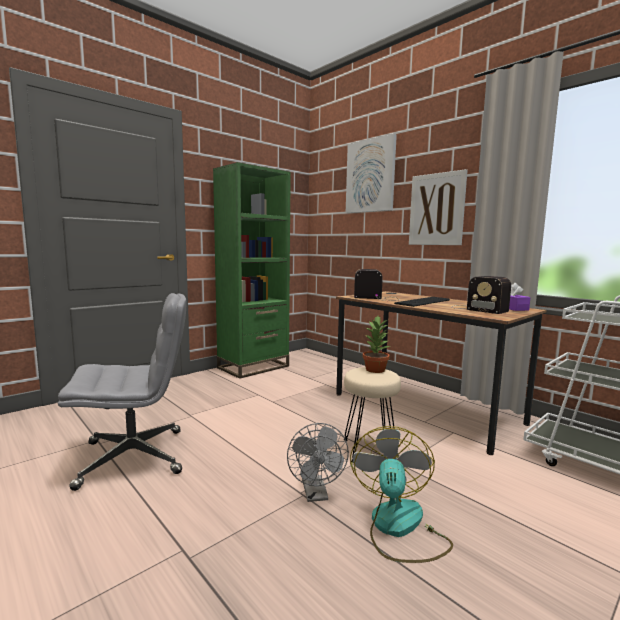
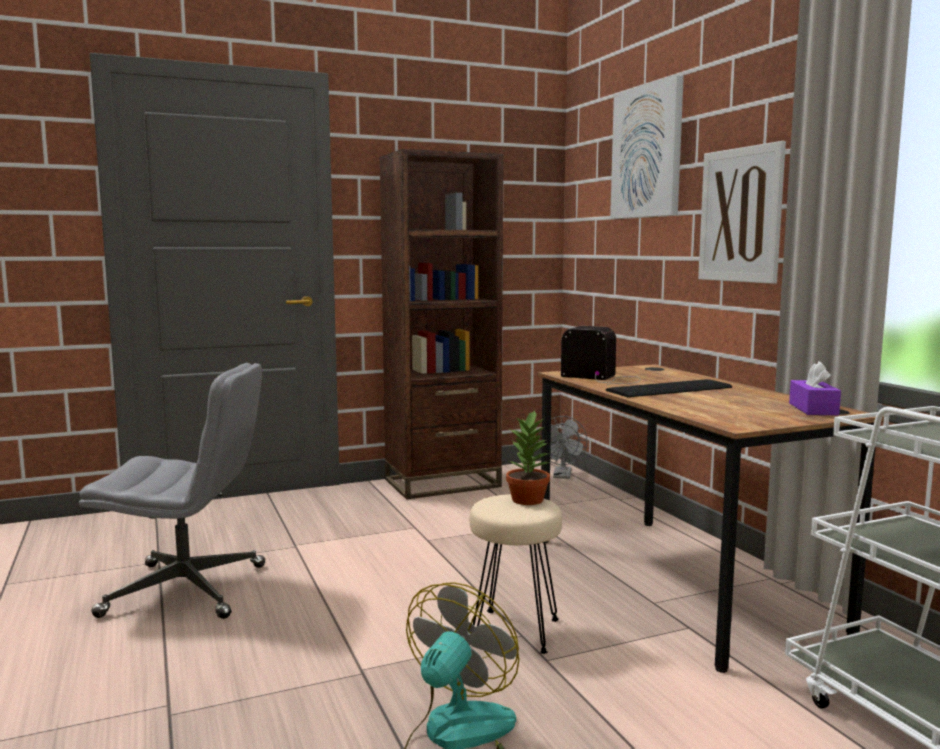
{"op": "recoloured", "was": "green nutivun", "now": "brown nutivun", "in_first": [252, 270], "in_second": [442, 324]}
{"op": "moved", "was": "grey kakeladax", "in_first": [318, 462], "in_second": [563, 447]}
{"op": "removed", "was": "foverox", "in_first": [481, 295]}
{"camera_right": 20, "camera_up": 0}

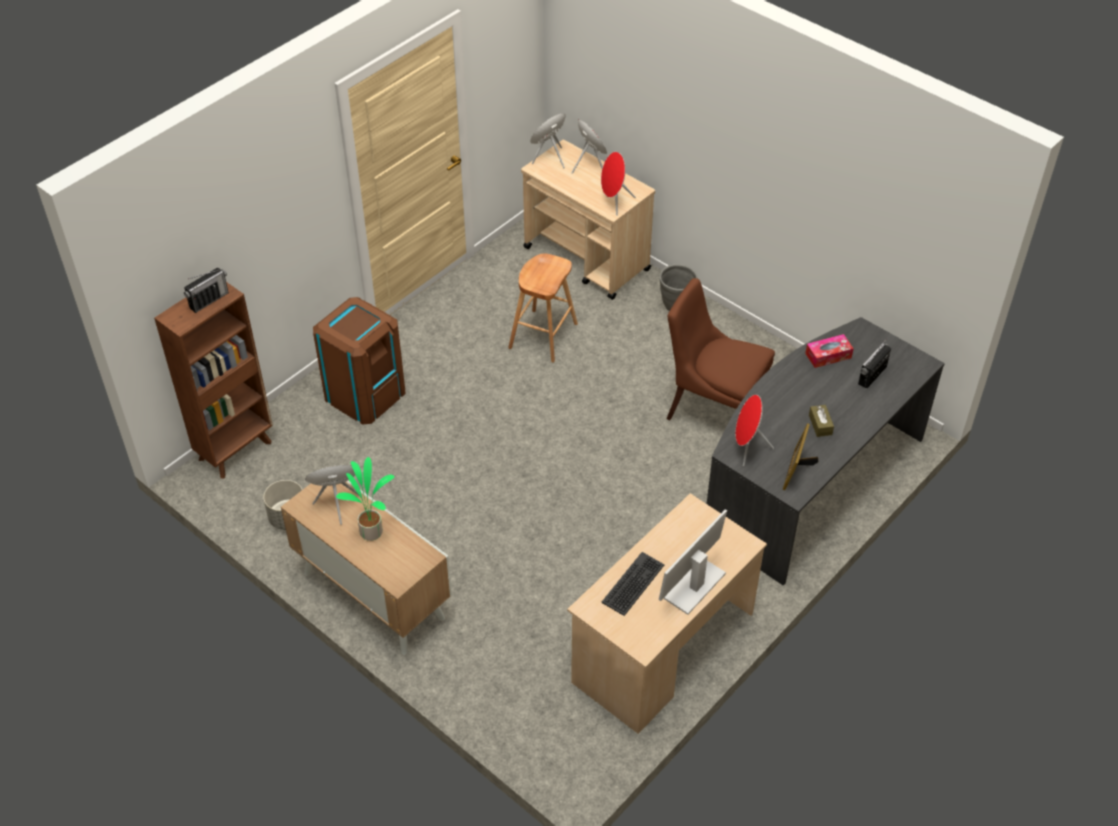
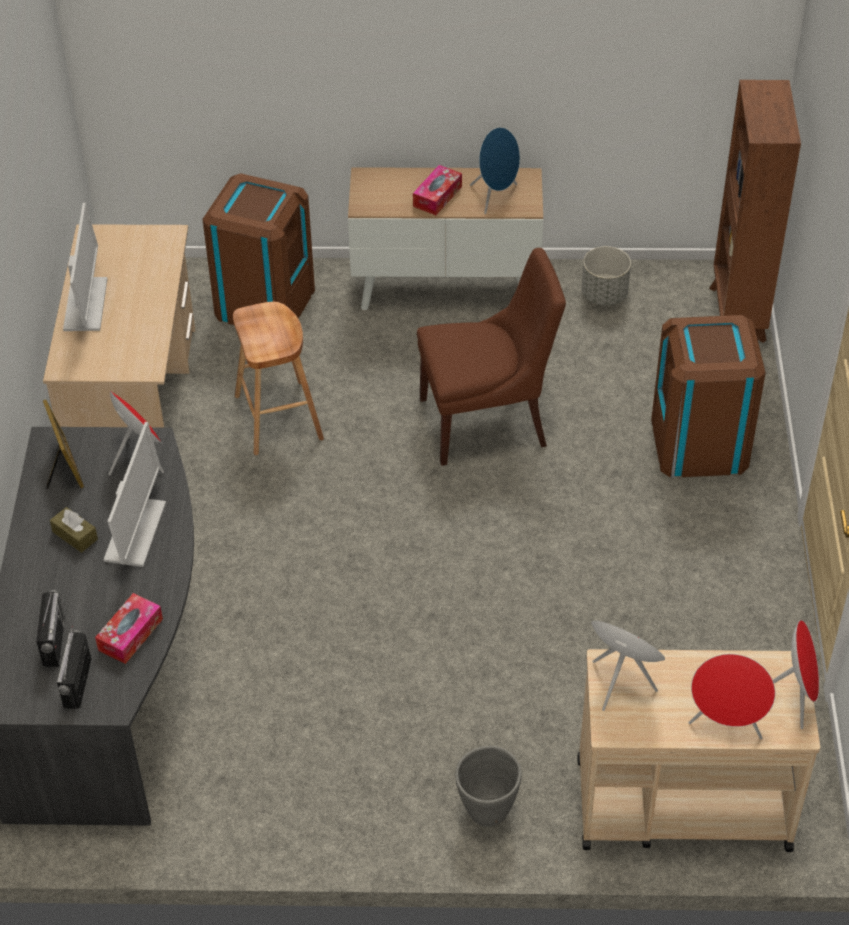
{"op": "moved", "was": "foverox", "in_first": [206, 290], "in_second": [74, 667]}
{"op": "added", "now": "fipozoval", "in_second": [134, 494]}
{"op": "added", "now": "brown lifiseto", "in_second": [258, 249]}
{"op": "moved", "was": "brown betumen", "in_first": [543, 308], "in_second": [278, 378]}
{"op": "replaced", "was": "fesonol", "now": "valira", "in_first": [365, 499], "in_second": [437, 190]}
{"op": "moved", "was": "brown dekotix", "in_first": [721, 349], "in_second": [491, 357]}
{"op": "removed", "was": "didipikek", "in_first": [632, 584]}
{"camera_right": 140, "camera_up": 0}

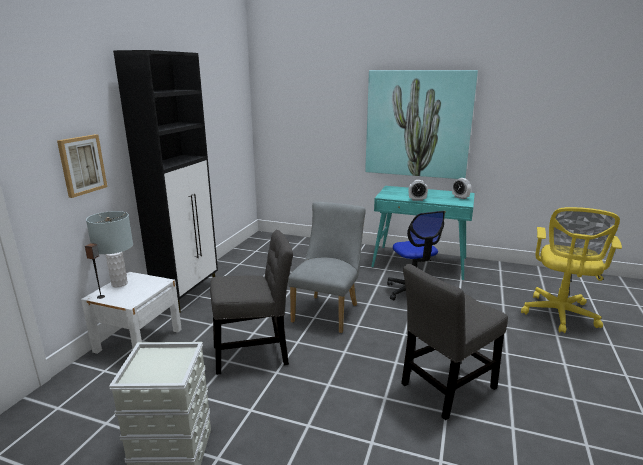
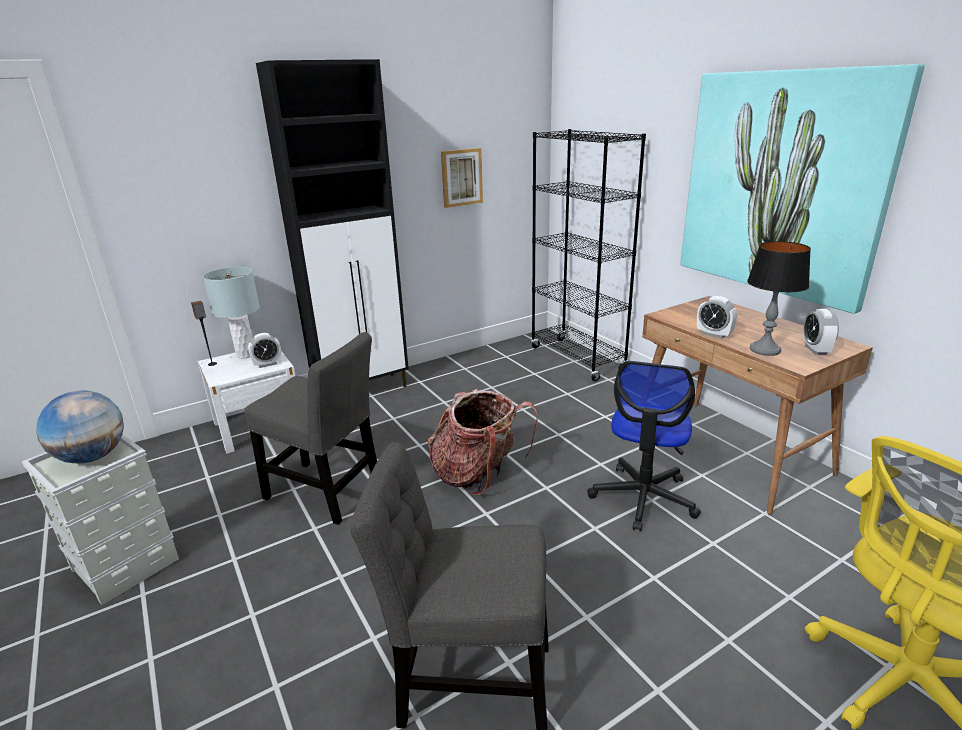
{"op": "added", "now": "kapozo", "in_second": [80, 427]}
{"op": "added", "now": "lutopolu", "in_second": [265, 350]}
{"op": "replaced", "was": "grey dekotix", "now": "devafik", "in_first": [327, 267], "in_second": [483, 442]}
{"op": "moved", "was": "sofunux", "in_first": [82, 166], "in_second": [462, 178]}
{"op": "added", "now": "black nutivun", "in_second": [588, 255]}
{"op": "recoloured", "was": "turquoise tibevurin", "now": "brown tibevurin", "in_first": [423, 233], "in_second": [757, 405]}
{"op": "added", "now": "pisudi", "in_second": [779, 298]}
{"camera_right": 40, "camera_up": 5}

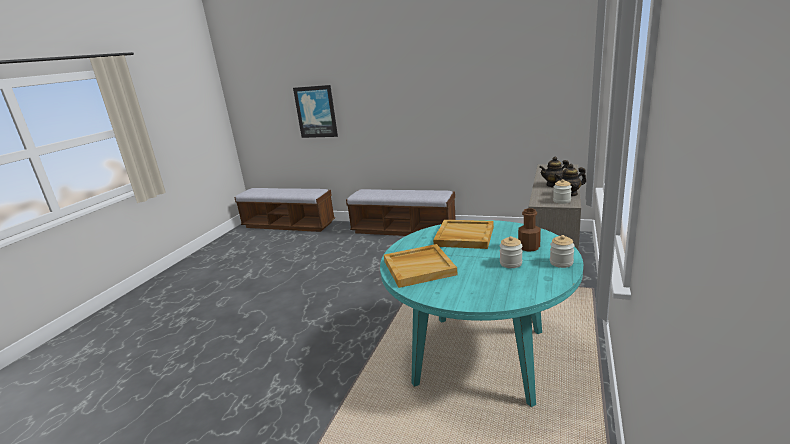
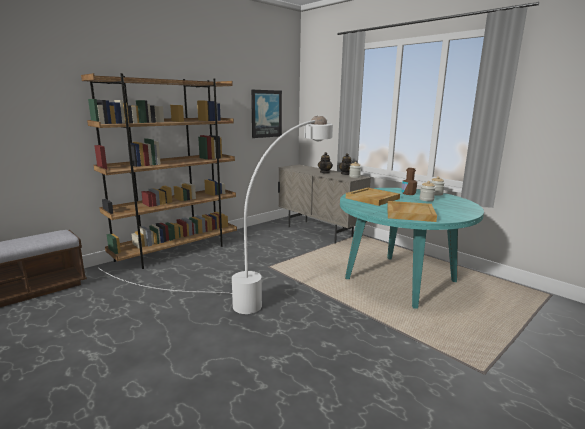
{"op": "replaced", "was": "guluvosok", "now": "brown nutivun", "in_first": [401, 212], "in_second": [159, 171]}
{"op": "added", "now": "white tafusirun", "in_second": [215, 214]}
{"op": "moved", "was": "sofunux", "in_first": [315, 111], "in_second": [266, 114]}
{"camera_right": -65, "camera_up": -5}

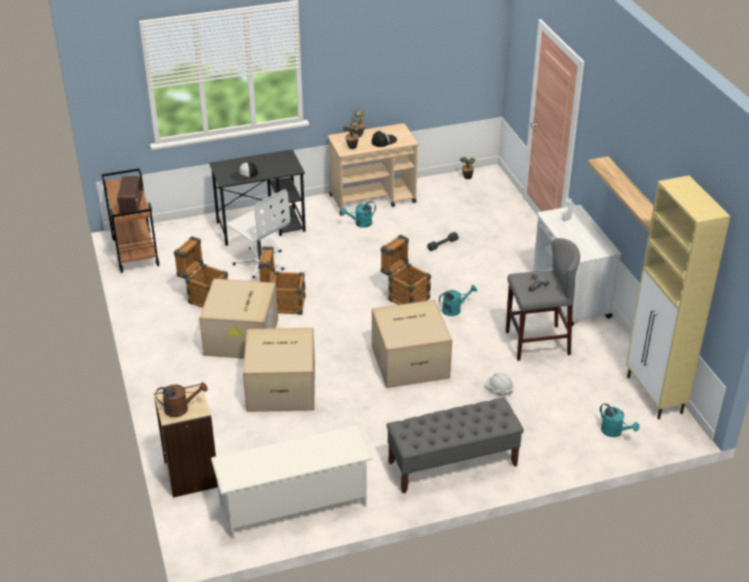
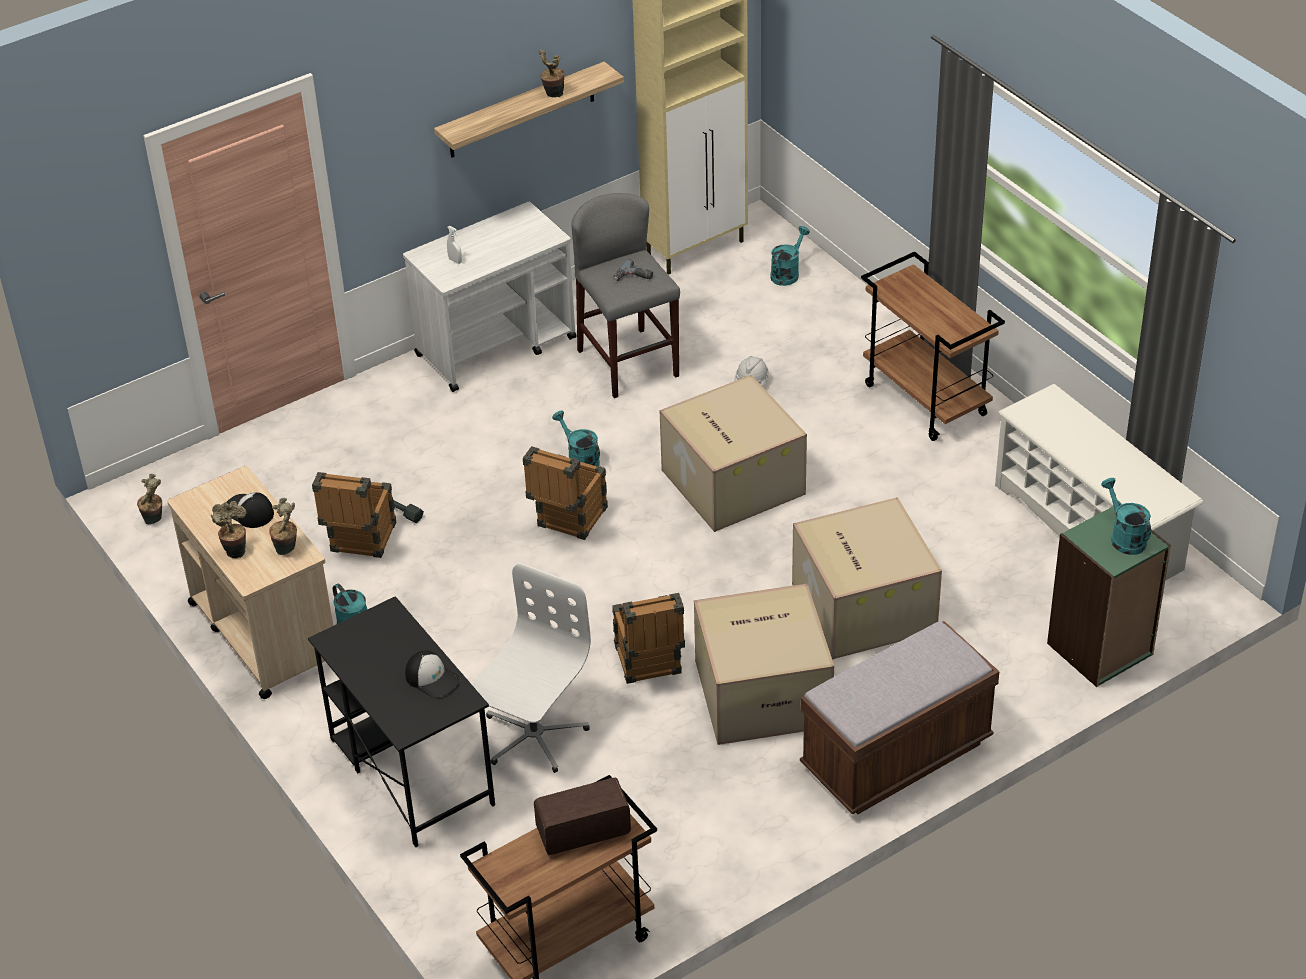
{"op": "moved", "was": "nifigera", "in_first": [201, 272], "in_second": [354, 515]}
{"op": "added", "now": "fesonol", "in_second": [551, 74]}
{"op": "added", "now": "brown guluvosok", "in_second": [899, 718]}
{"op": "replaced", "was": "grey guluvosok", "now": "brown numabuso", "in_first": [455, 445], "in_second": [933, 346]}
{"op": "recoloured", "was": "beige nutivun", "now": "green nutivun", "in_first": [186, 441], "in_second": [1109, 595]}
{"op": "recoloured", "was": "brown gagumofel", "now": "turquoise gagumofel", "in_first": [182, 399], "in_second": [1126, 516]}
{"camera_right": -105, "camera_up": 5}

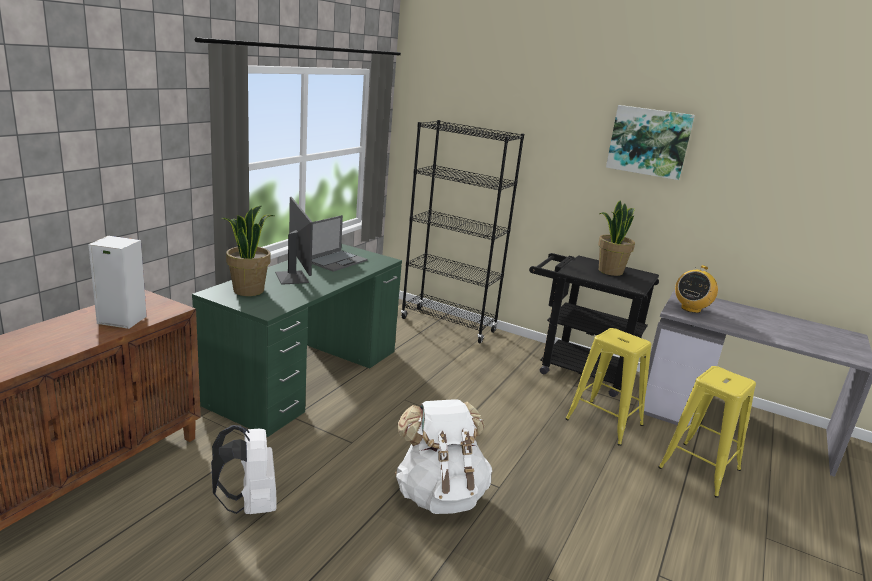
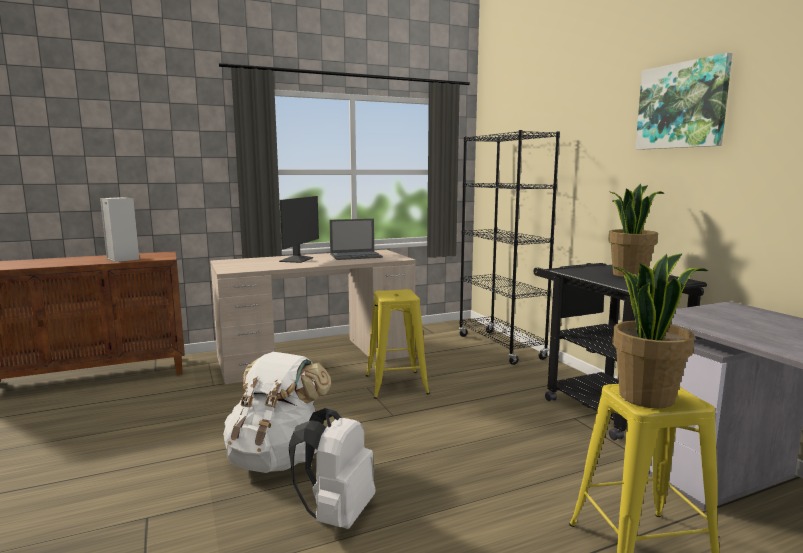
{"op": "recoloured", "was": "green tibevurin", "now": "beige tibevurin", "in_first": [297, 340], "in_second": [313, 317]}
{"op": "moved", "was": "white devafik", "in_first": [244, 469], "in_second": [332, 468]}
{"op": "moved", "was": "yellow betumen", "in_first": [608, 387], "in_second": [398, 344]}
{"op": "moved", "was": "fesonol", "in_first": [248, 250], "in_second": [660, 331]}
{"op": "removed", "was": "foverox", "in_first": [696, 289]}
{"camera_right": 40, "camera_up": -10}

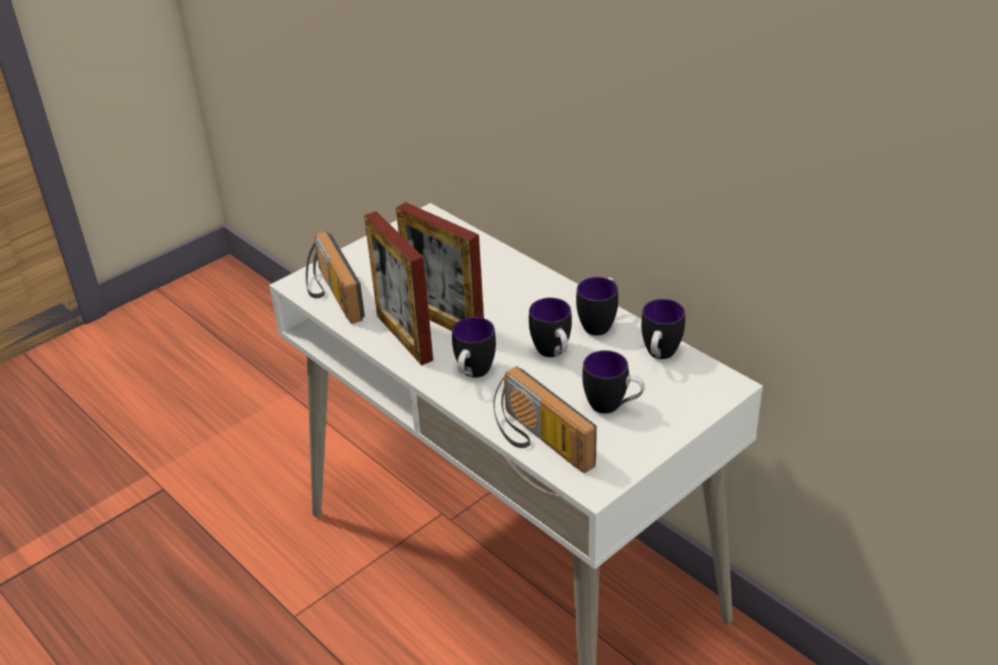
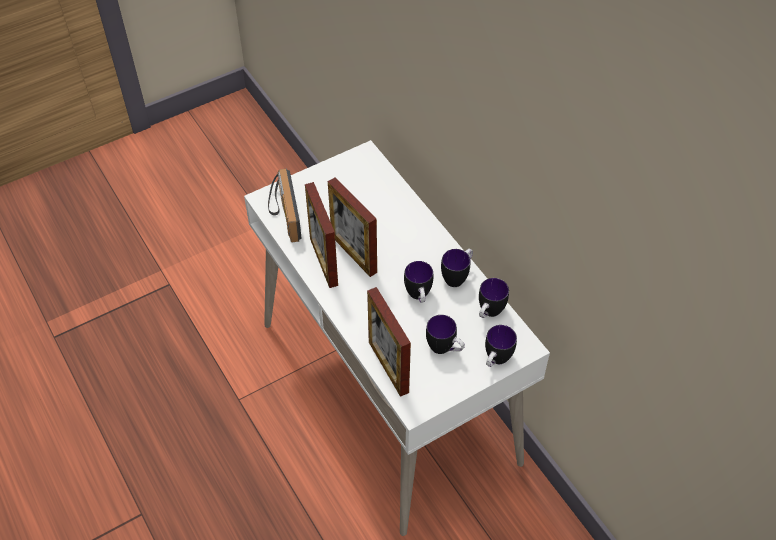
{"op": "replaced", "was": "foverox", "now": "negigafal", "in_first": [545, 419], "in_second": [389, 342]}
{"op": "moved", "was": "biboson", "in_first": [474, 347], "in_second": [501, 346]}
{"camera_right": 10, "camera_up": 15}

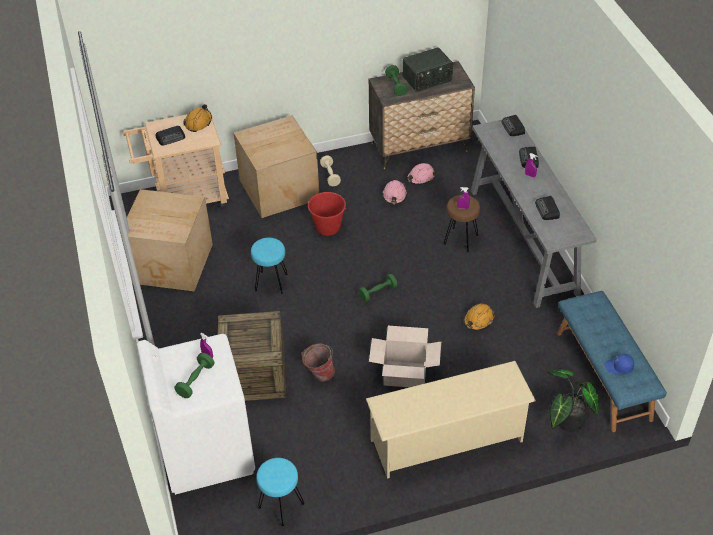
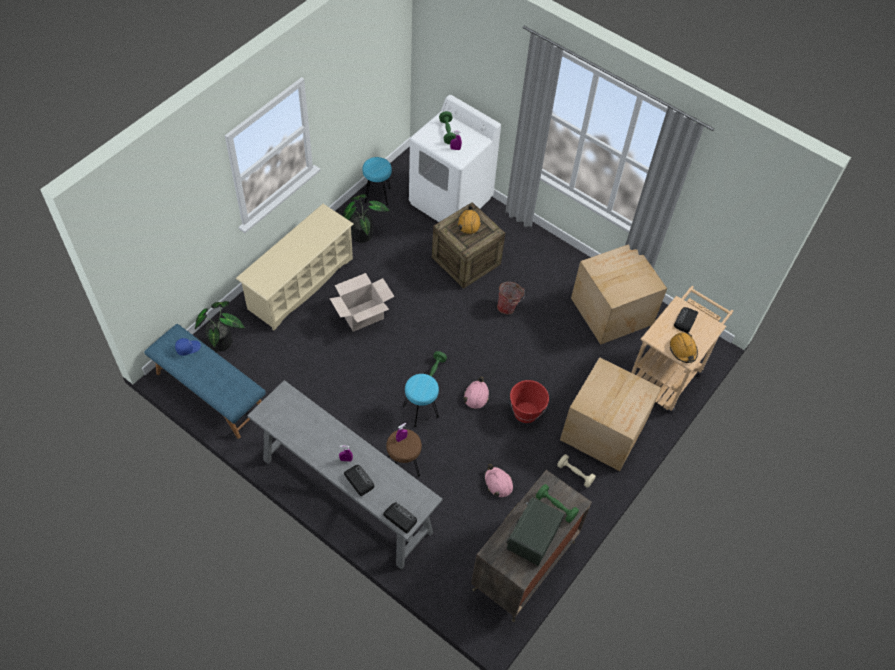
{"op": "added", "now": "fesonol", "in_second": [366, 218]}
{"op": "moved", "was": "turquoise betumen", "in_first": [269, 266], "in_second": [421, 400]}
{"op": "moved", "was": "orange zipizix", "in_first": [479, 317], "in_second": [469, 219]}
{"op": "moved", "was": "pink zipizix", "in_first": [421, 174], "in_second": [476, 393]}
{"op": "moved", "was": "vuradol", "in_first": [318, 362], "in_second": [511, 298]}
{"op": "removed", "was": "foverox", "in_first": [547, 208]}
{"camera_right": 140, "camera_up": 10}

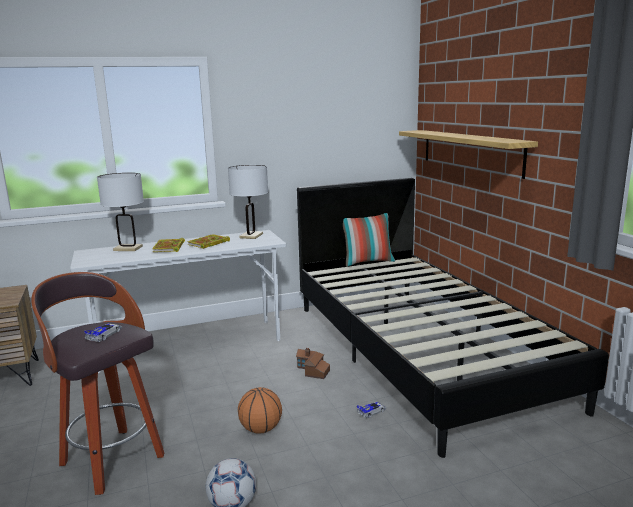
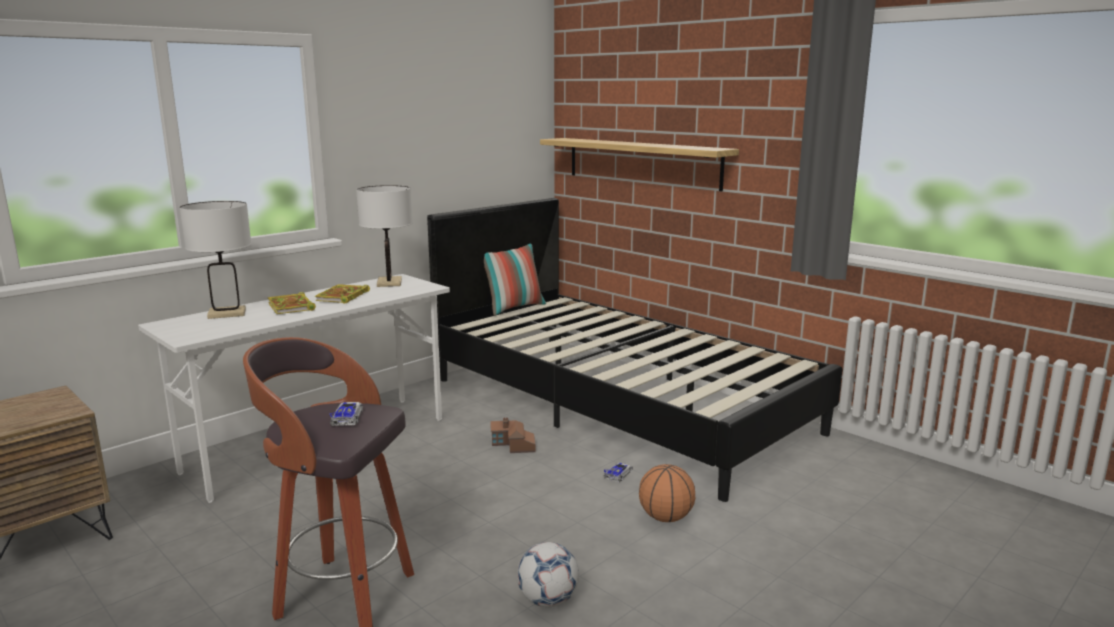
{"op": "moved", "was": "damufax", "in_first": [260, 410], "in_second": [667, 493]}
{"camera_right": -25, "camera_up": 0}

